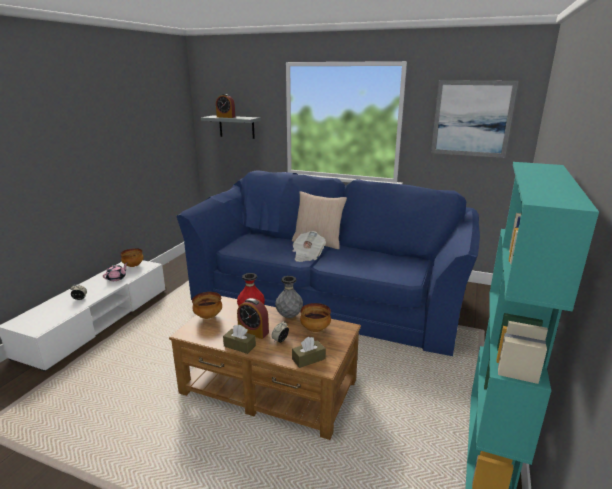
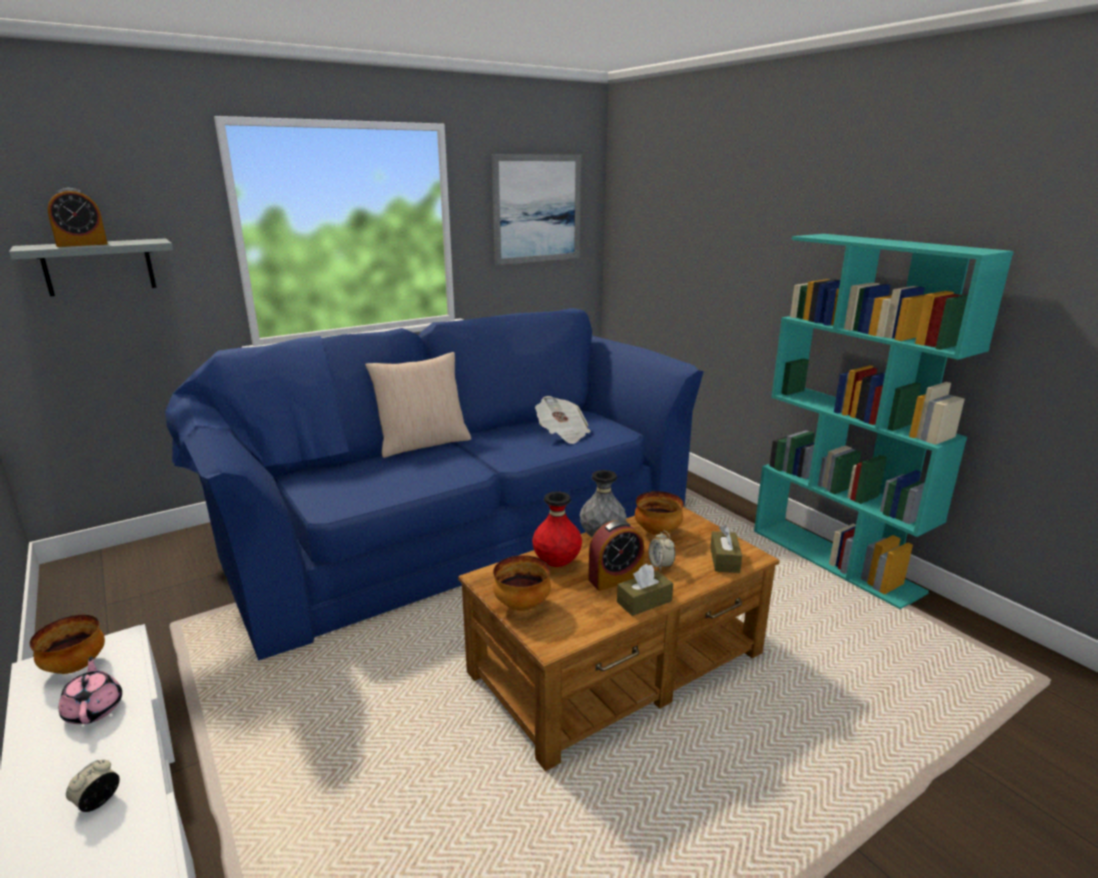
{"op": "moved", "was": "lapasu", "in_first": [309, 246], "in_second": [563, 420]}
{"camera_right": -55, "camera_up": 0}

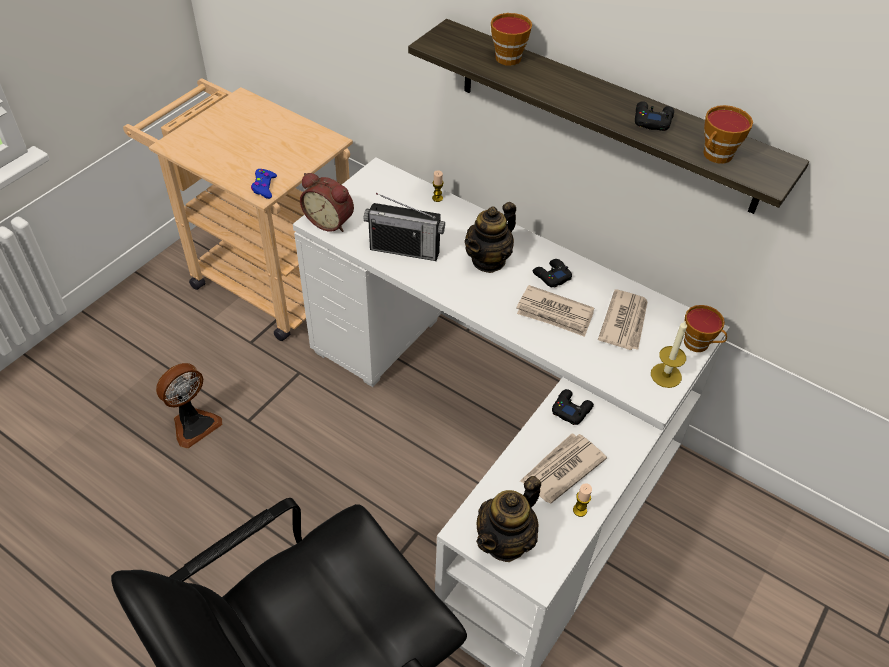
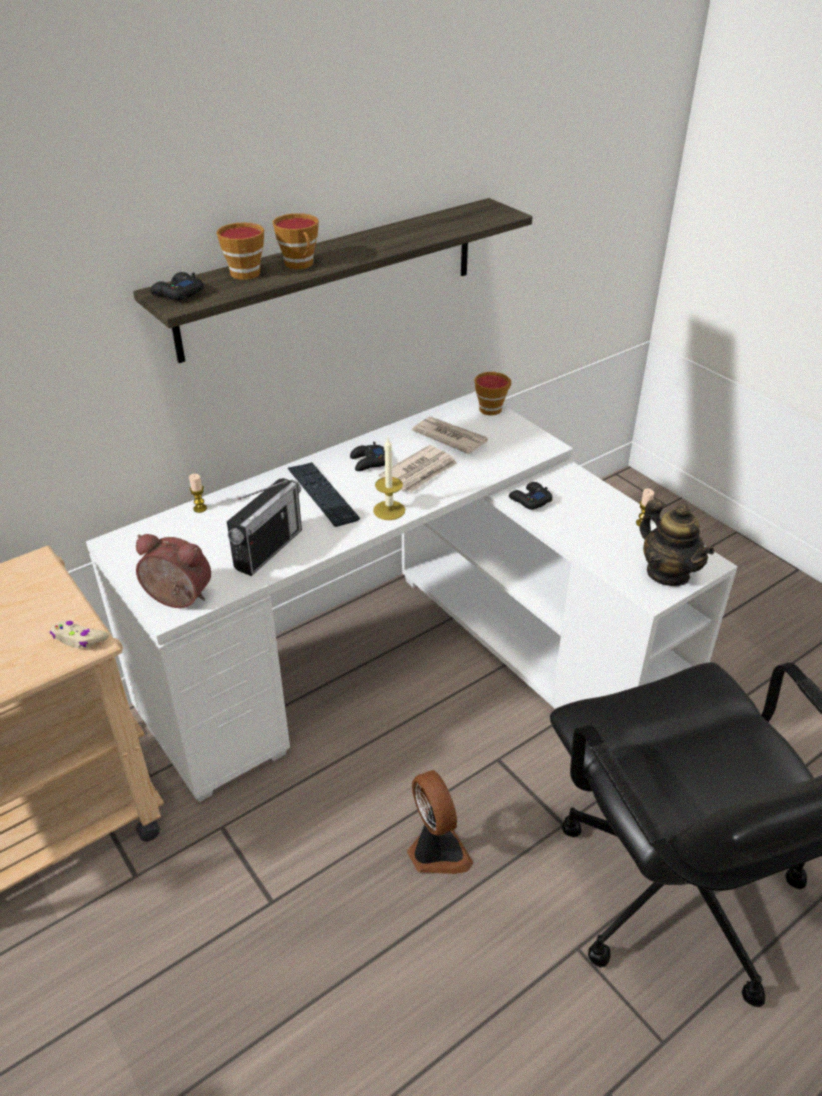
{"op": "recoloured", "was": "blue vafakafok", "now": "beige vafakafok", "in_first": [264, 184], "in_second": [79, 634]}
{"op": "turned", "was": "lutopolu", "in_first": [327, 202], "in_second": [173, 571], "clockwise": -120}
{"op": "moved", "was": "black vafakafok", "in_first": [654, 116], "in_second": [177, 286]}
{"op": "moved", "was": "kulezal", "in_first": [728, 134], "in_second": [296, 241]}
{"op": "replaced", "was": "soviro", "now": "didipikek", "in_first": [490, 237], "in_second": [324, 494]}
{"op": "moved", "was": "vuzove", "in_first": [669, 354], "in_second": [389, 479]}
{"op": "moved", "was": "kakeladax", "in_first": [189, 405], "in_second": [440, 822]}
{"op": "removed", "was": "lapasu", "in_first": [563, 468]}
{"camera_right": -70, "camera_up": -10}

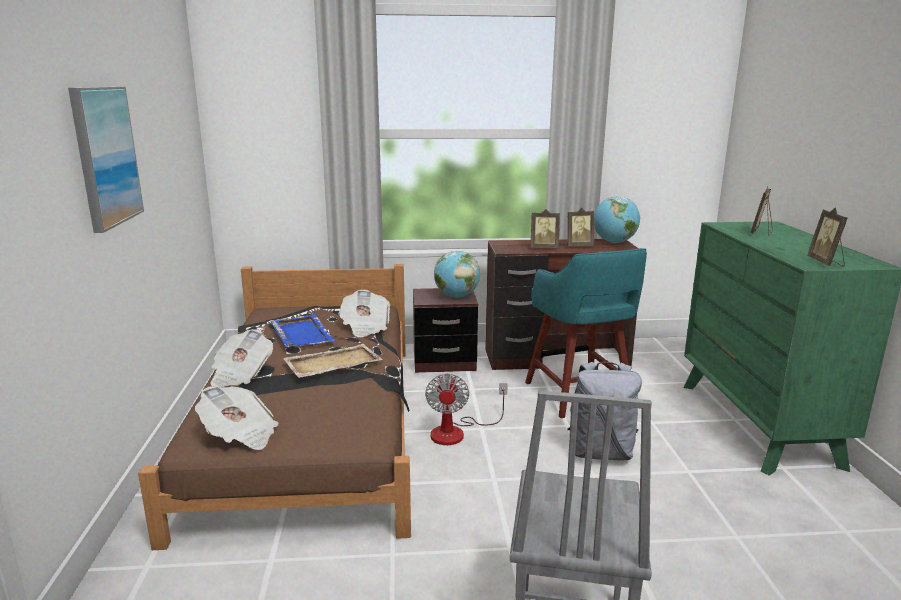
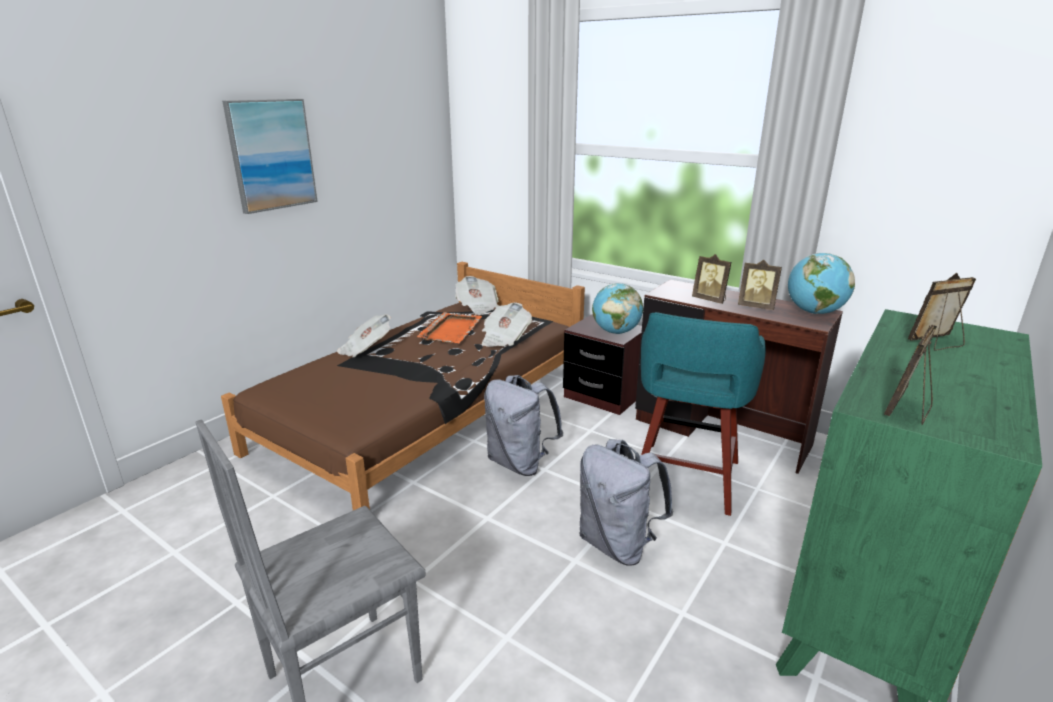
{"op": "recoloured", "was": "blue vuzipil", "now": "orange vuzipil", "in_first": [303, 331], "in_second": [449, 327]}
{"op": "moved", "was": "lapasu", "in_first": [237, 418], "in_second": [477, 295]}
{"op": "replaced", "was": "kakeladax", "now": "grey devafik", "in_first": [466, 409], "in_second": [523, 425]}
{"op": "removed", "was": "beige vuzipil", "in_first": [333, 361]}
{"camera_right": 40, "camera_up": 5}

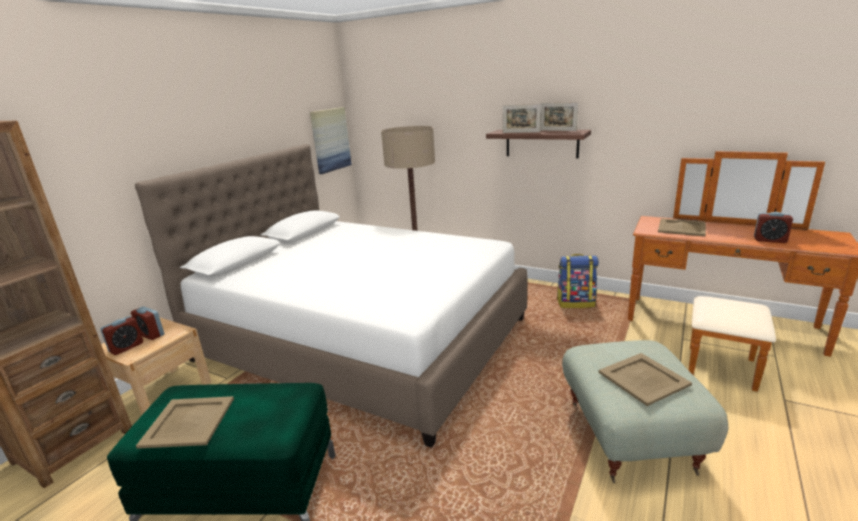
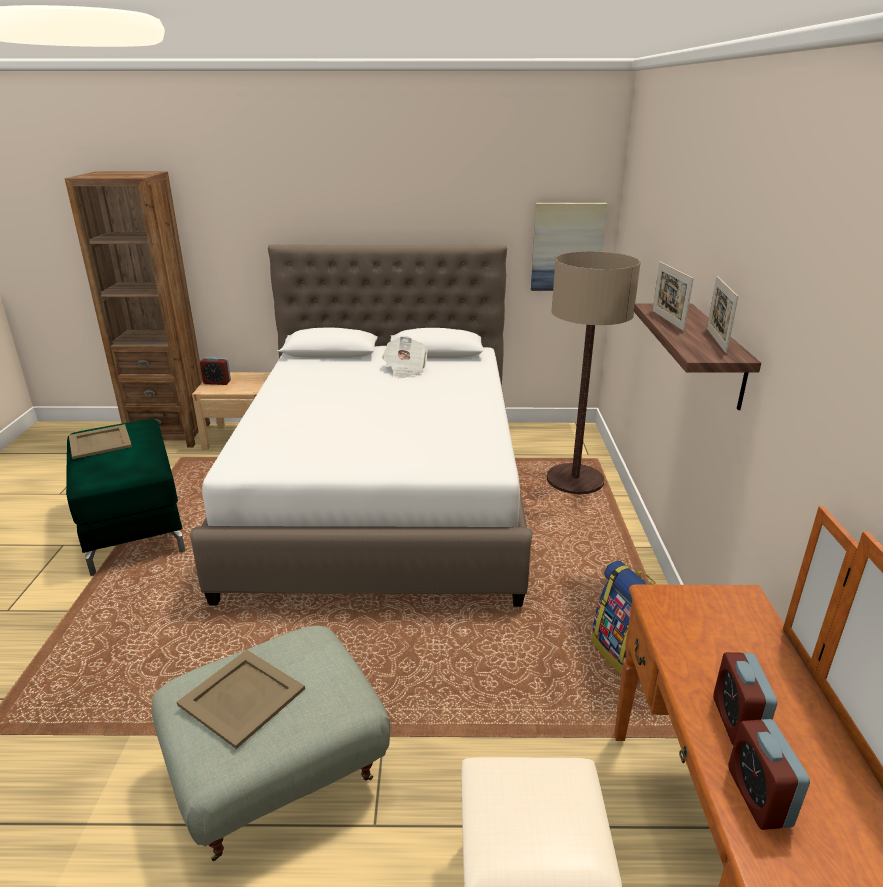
{"op": "added", "now": "lapasu", "in_second": [405, 357]}
{"op": "moved", "was": "lutopolu", "in_first": [147, 323], "in_second": [745, 699]}
{"op": "removed", "was": "beige vuzipil", "in_first": [682, 227]}
{"camera_right": 60, "camera_up": 5}

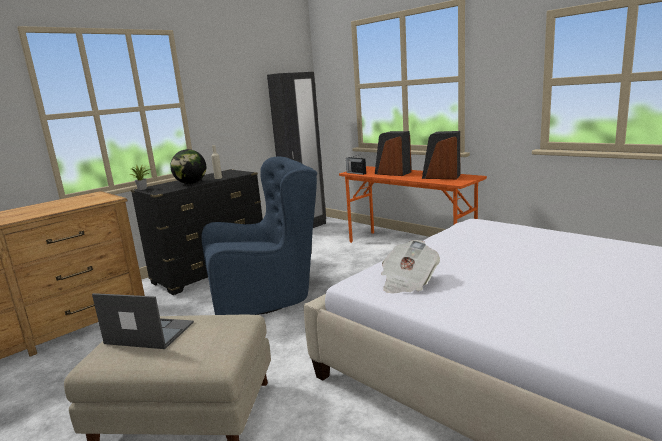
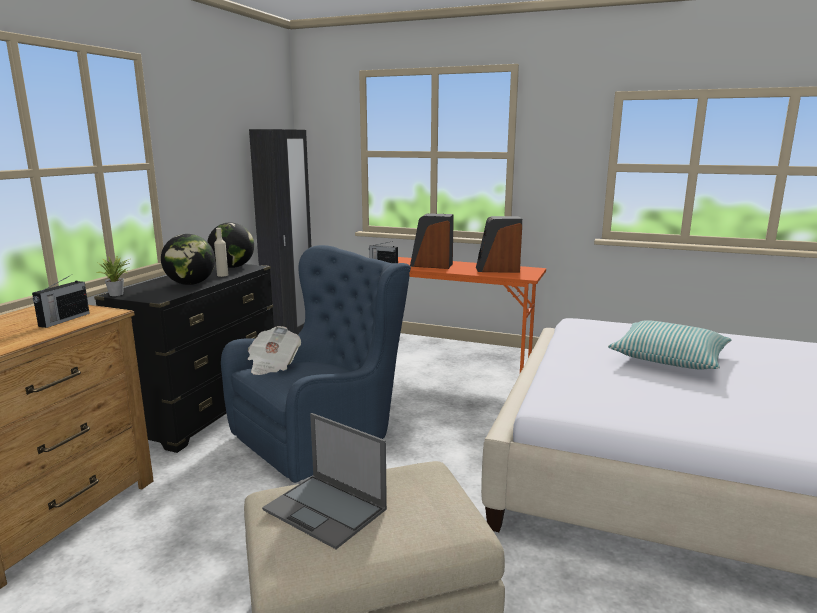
{"op": "added", "now": "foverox", "in_second": [61, 301]}
{"op": "added", "now": "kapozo", "in_second": [230, 245]}
{"op": "moved", "was": "lapasu", "in_first": [410, 266], "in_second": [274, 350]}
{"op": "turned", "was": "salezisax", "in_first": [143, 321], "in_second": [324, 481], "clockwise": -135}
{"op": "added", "now": "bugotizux", "in_second": [670, 345]}
{"camera_right": -25, "camera_up": 0}

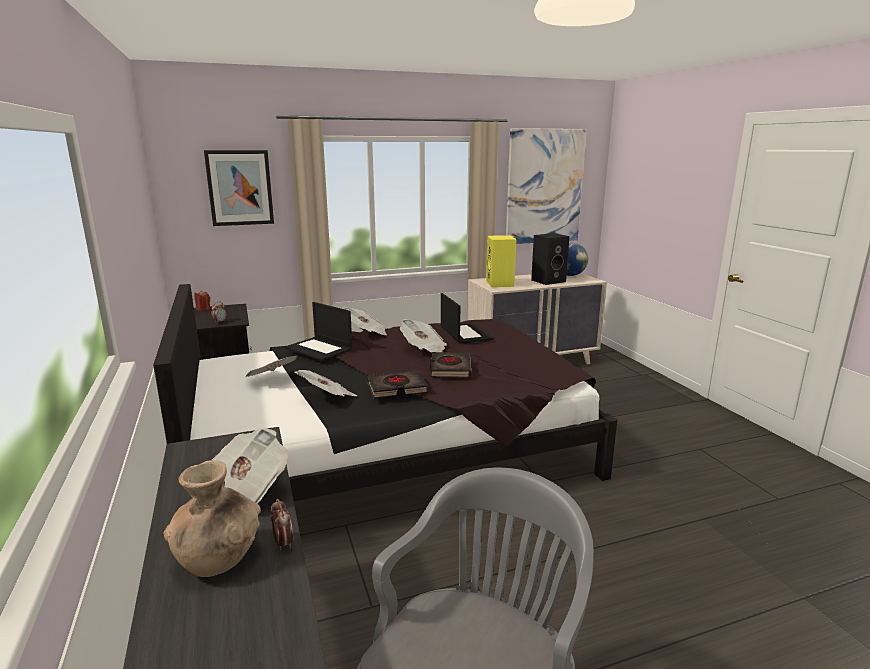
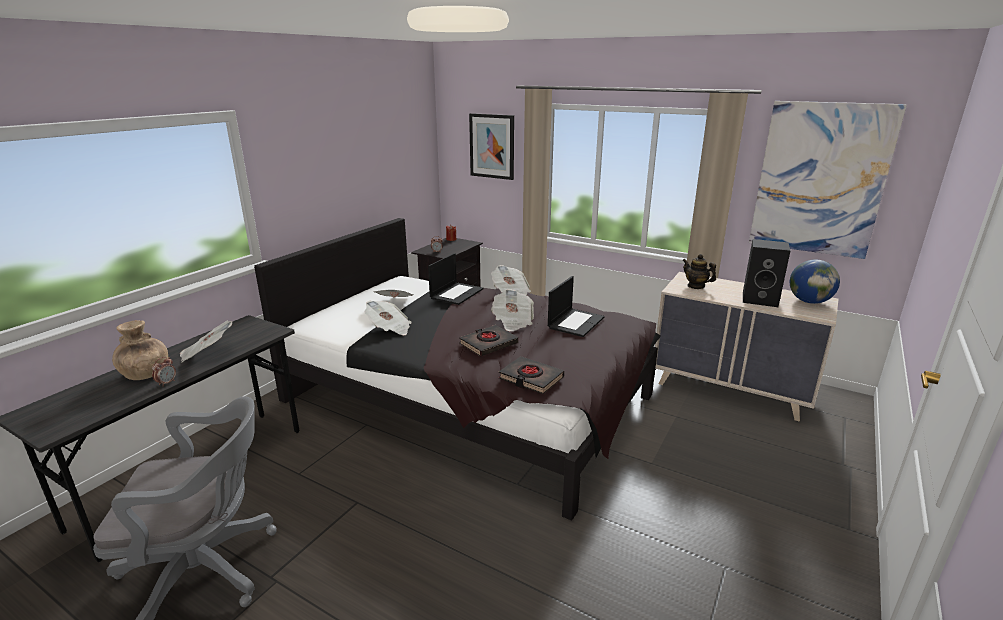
{"op": "turned", "was": "salezisax", "in_first": [318, 331], "in_second": [455, 279], "clockwise": -150}
{"op": "moved", "was": "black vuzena", "in_first": [397, 385], "in_second": [531, 375]}
{"op": "replaced", "was": "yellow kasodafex", "now": "soviro", "in_first": [501, 261], "in_second": [699, 271]}
{"camera_right": 50, "camera_up": 5}

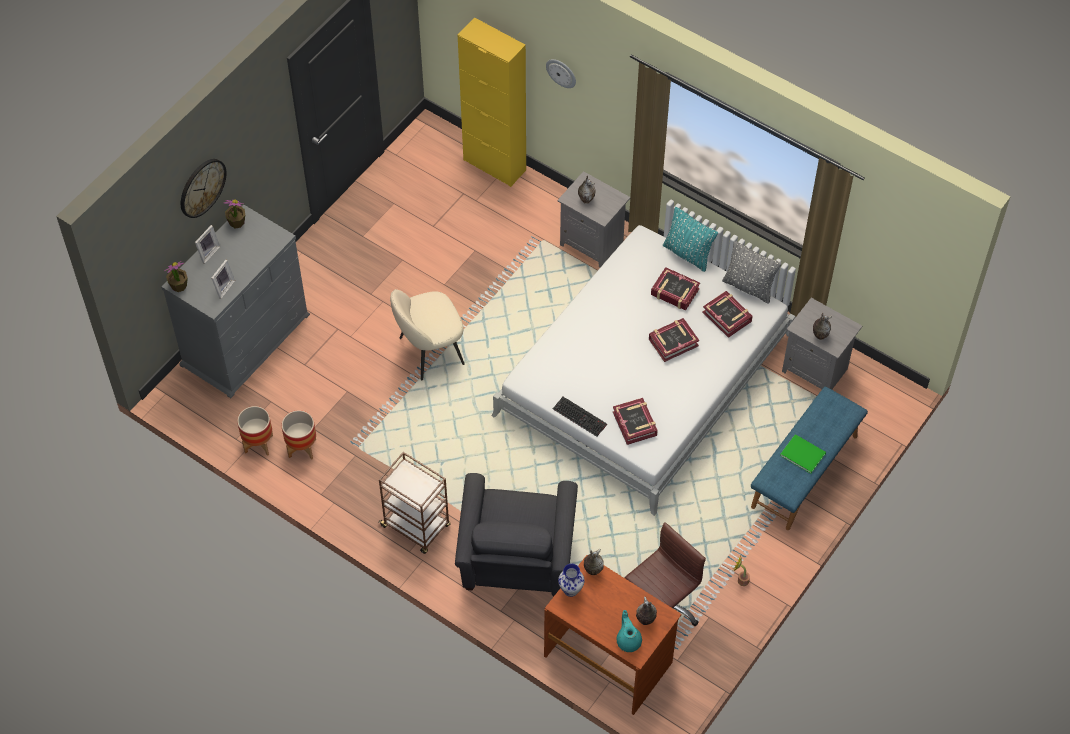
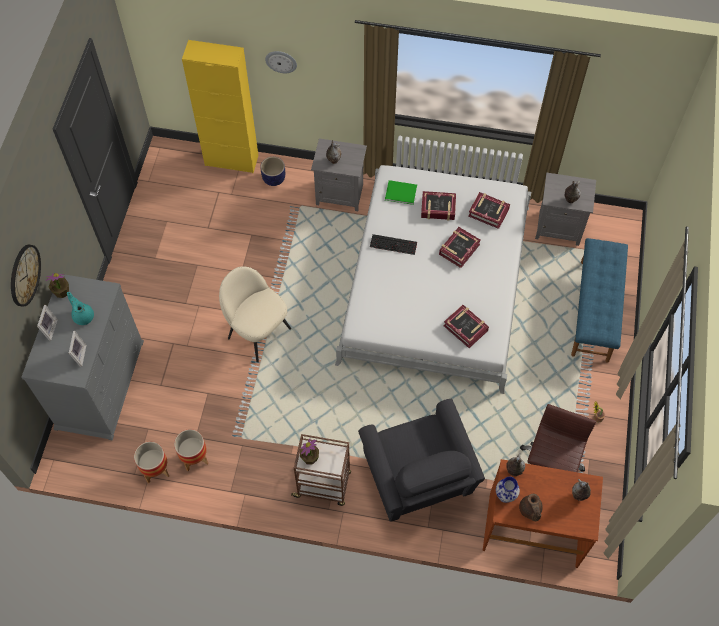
{"op": "moved", "was": "turquoise soviro", "in_first": [629, 631], "in_second": [80, 308]}
{"op": "turned", "was": "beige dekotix", "in_first": [427, 334], "in_second": [255, 314], "clockwise": 90}
{"op": "added", "now": "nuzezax", "in_second": [272, 171]}
{"op": "moved", "was": "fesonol", "in_first": [176, 276], "in_second": [309, 452]}
{"op": "moved", "was": "didipikek", "in_first": [580, 417], "in_second": [393, 244]}
{"op": "moved", "was": "green vuzena", "in_first": [803, 454], "in_second": [401, 192]}
{"op": "added", "now": "brown soviro", "in_second": [531, 507]}
{"op": "removed", "was": "turquoise bugotizux", "in_first": [690, 239]}
{"op": "removed", "was": "grey bugotizux", "in_first": [751, 272]}
{"camera_right": -25, "camera_up": 5}

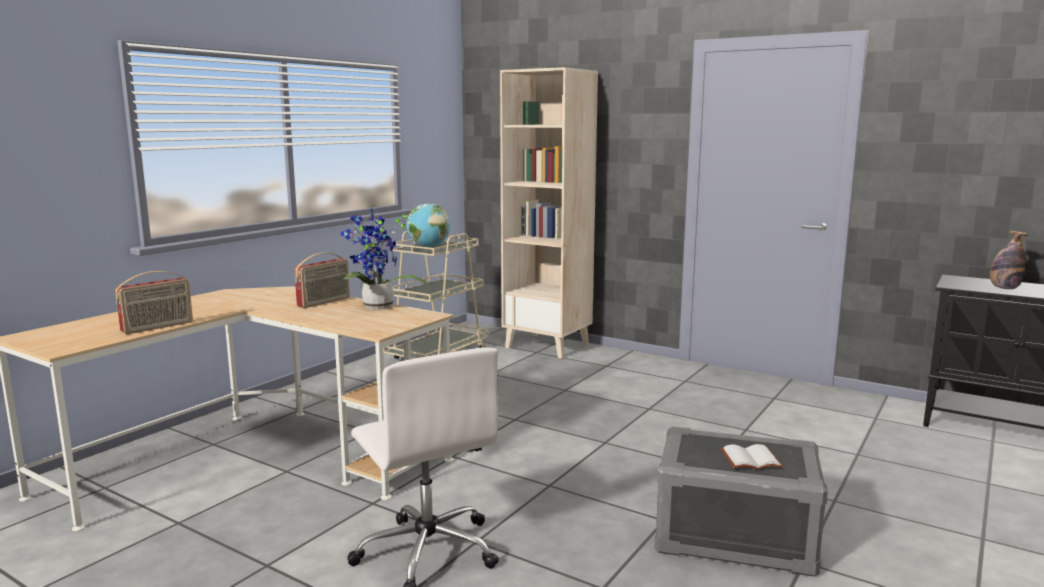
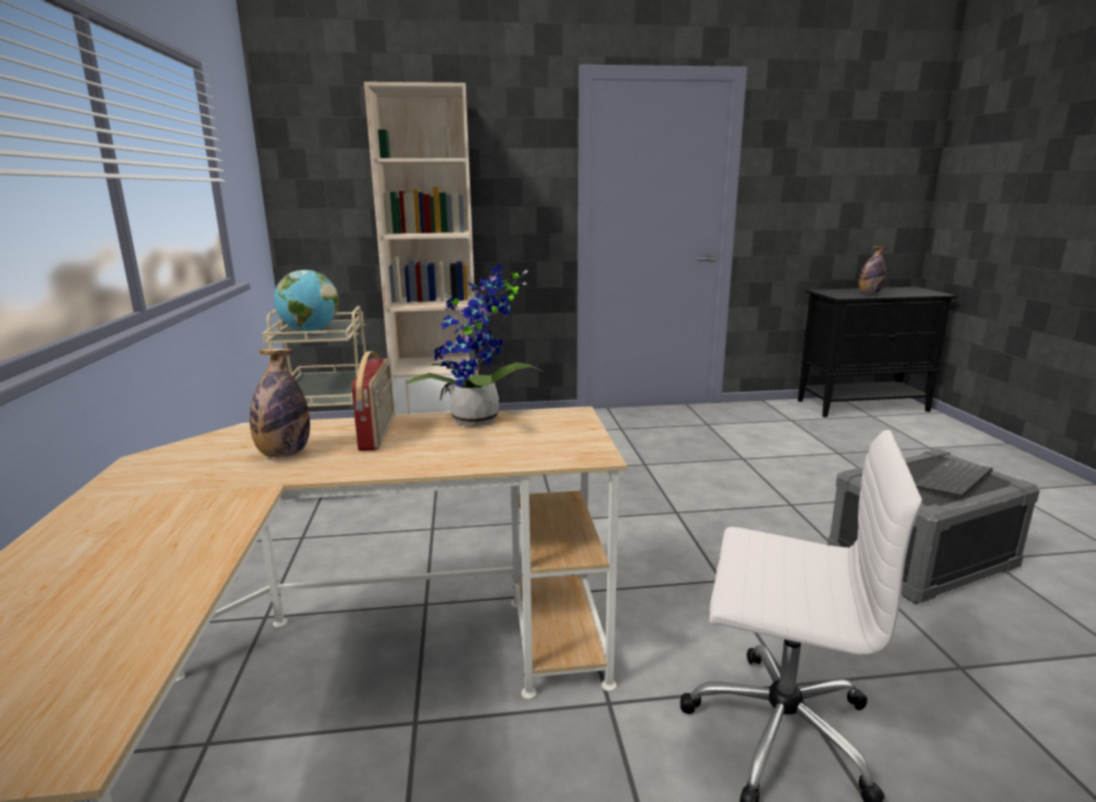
{"op": "added", "now": "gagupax", "in_second": [280, 402]}
{"op": "replaced", "was": "white vuzena", "now": "didipikek", "in_first": [752, 457], "in_second": [954, 479]}
{"op": "removed", "was": "foverox", "in_first": [154, 302]}
{"camera_right": -40, "camera_up": 5}

